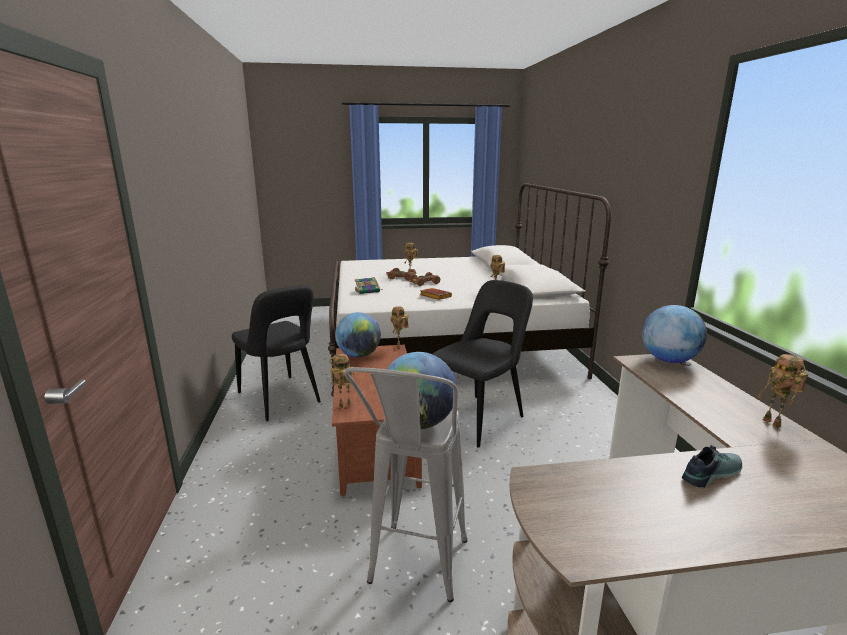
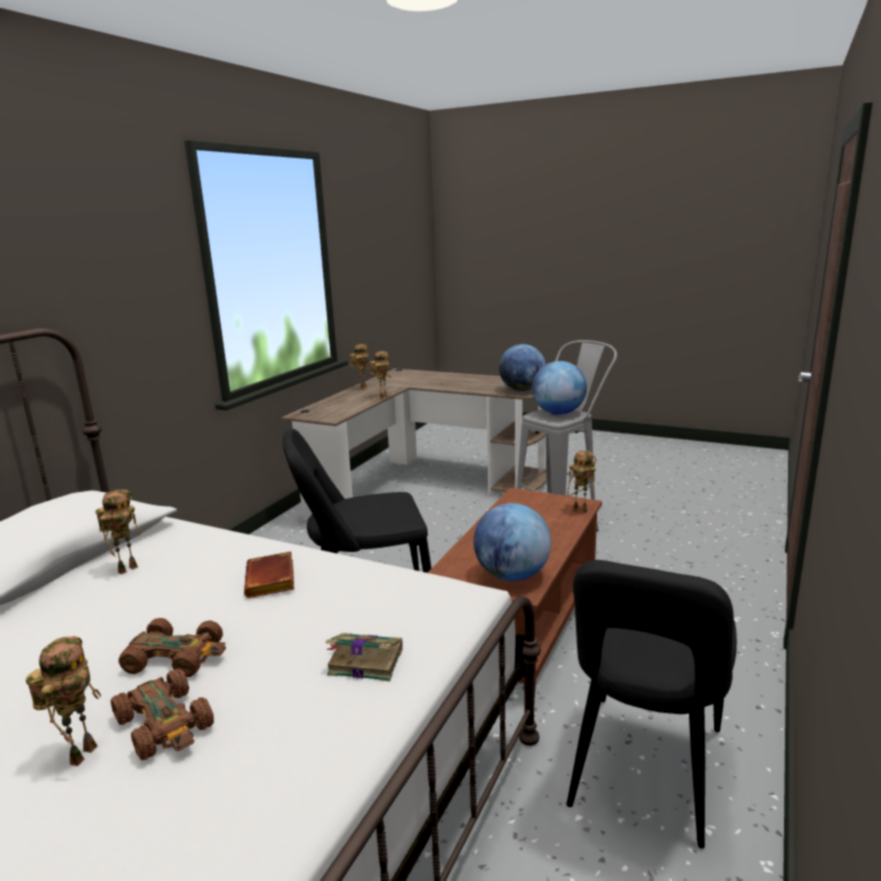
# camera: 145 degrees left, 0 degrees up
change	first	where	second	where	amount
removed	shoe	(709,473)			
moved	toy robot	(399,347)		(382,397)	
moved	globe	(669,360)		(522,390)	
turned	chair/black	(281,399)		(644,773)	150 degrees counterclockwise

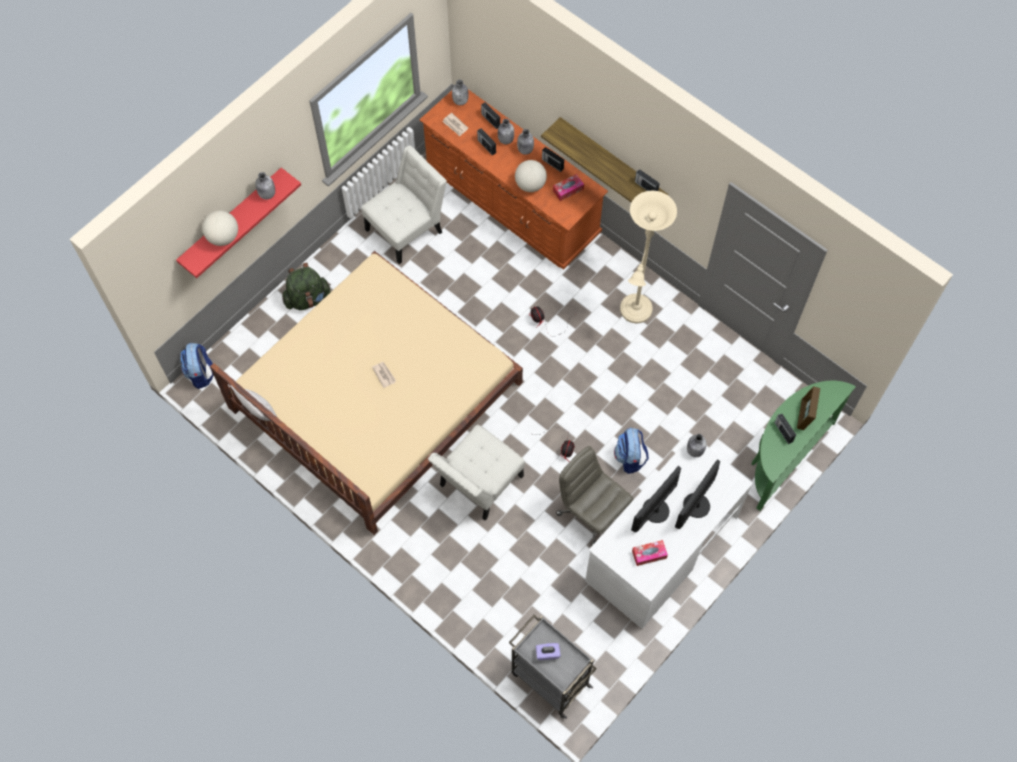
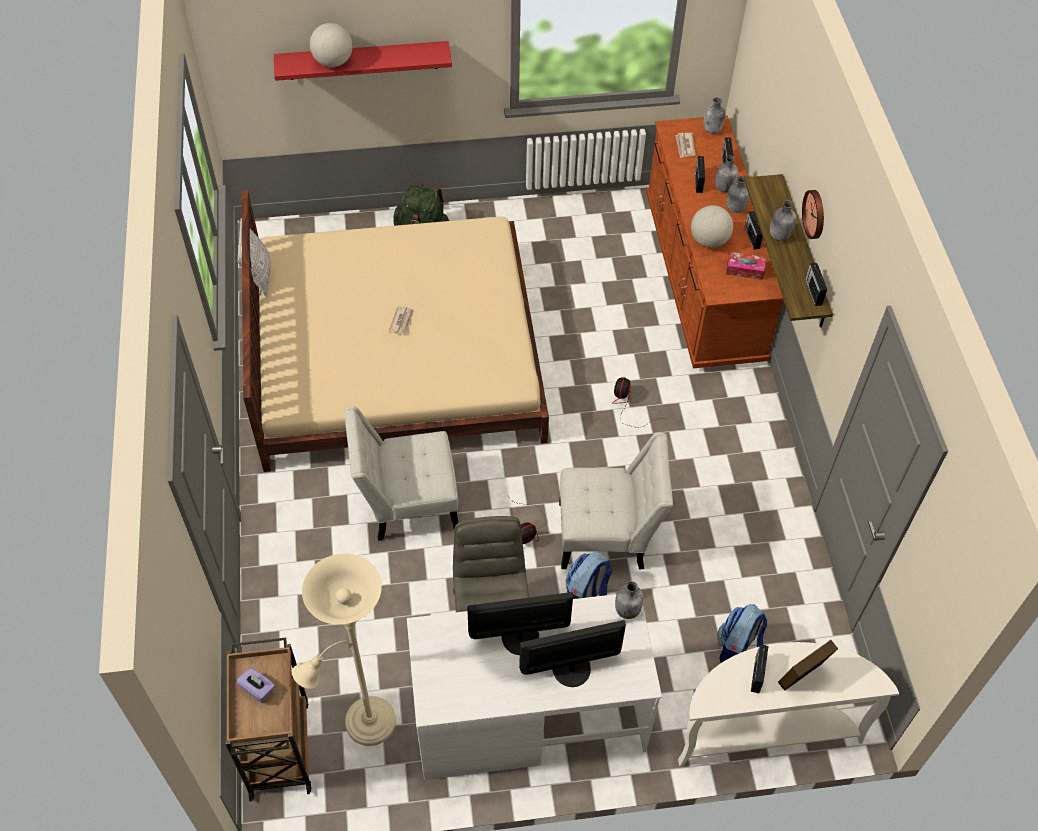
# camera: 40 degrees right, 10 degrees down
change	first	where	second	where	amount
removed	tissue box	(649,554)			
added			wall clock	(815,214)	
moved	backpack	(201,374)		(737,649)	
moved	bottle/grey	(267,194)		(779,235)	
moved	chair/white	(407,228)		(608,535)	
moved	floor lamp/beige	(635,313)		(364,725)	
recoloured	cart/grey	(549,678)	cart/brown	(279,746)	
recoloured	console table/green	(783,456)	console table/white	(765,730)	

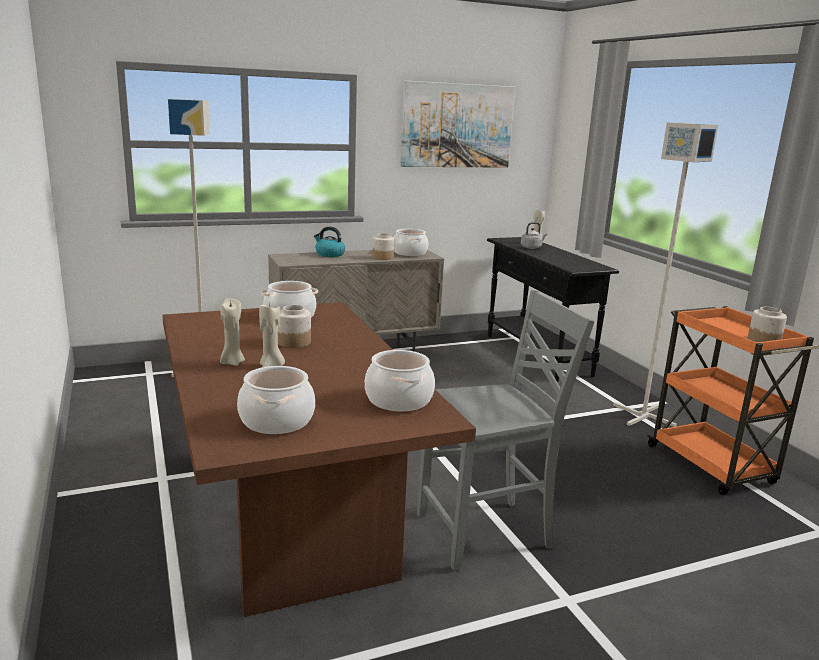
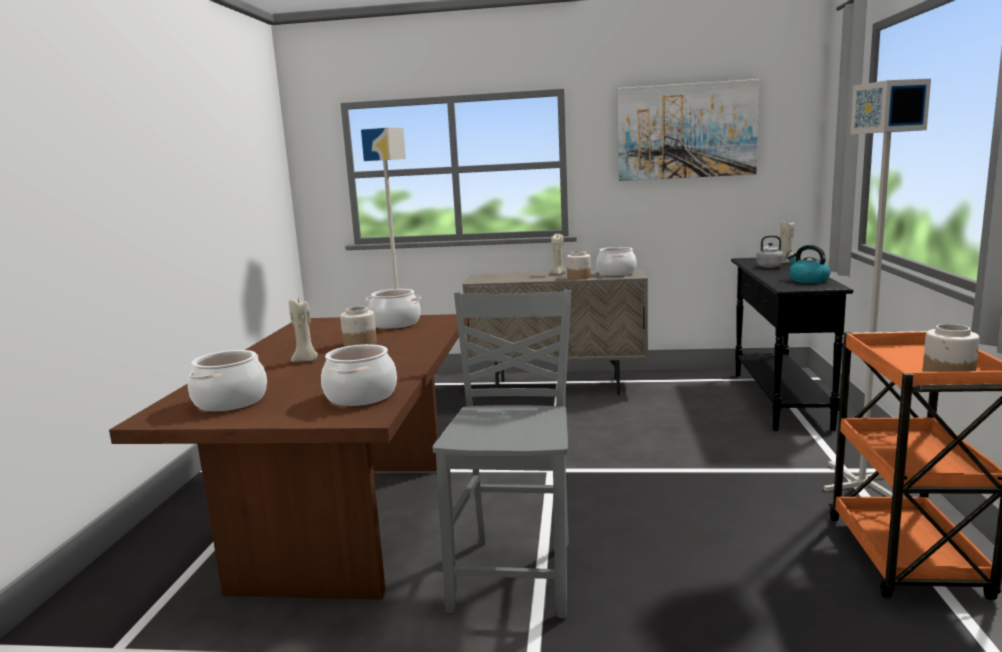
# camera: 30 degrees right, 5 degrees down
change	first	where	second	where	amount
moved	candle/beige	(232,362)		(557,274)	
moved	kettle	(329,254)		(808,280)	
turned	chair/grey	(487,533)		(517,574)	90 degrees counterclockwise

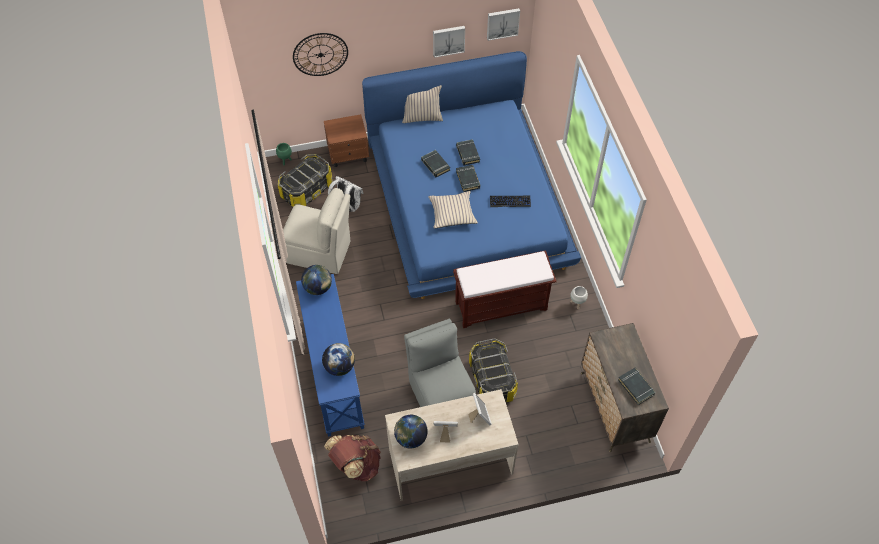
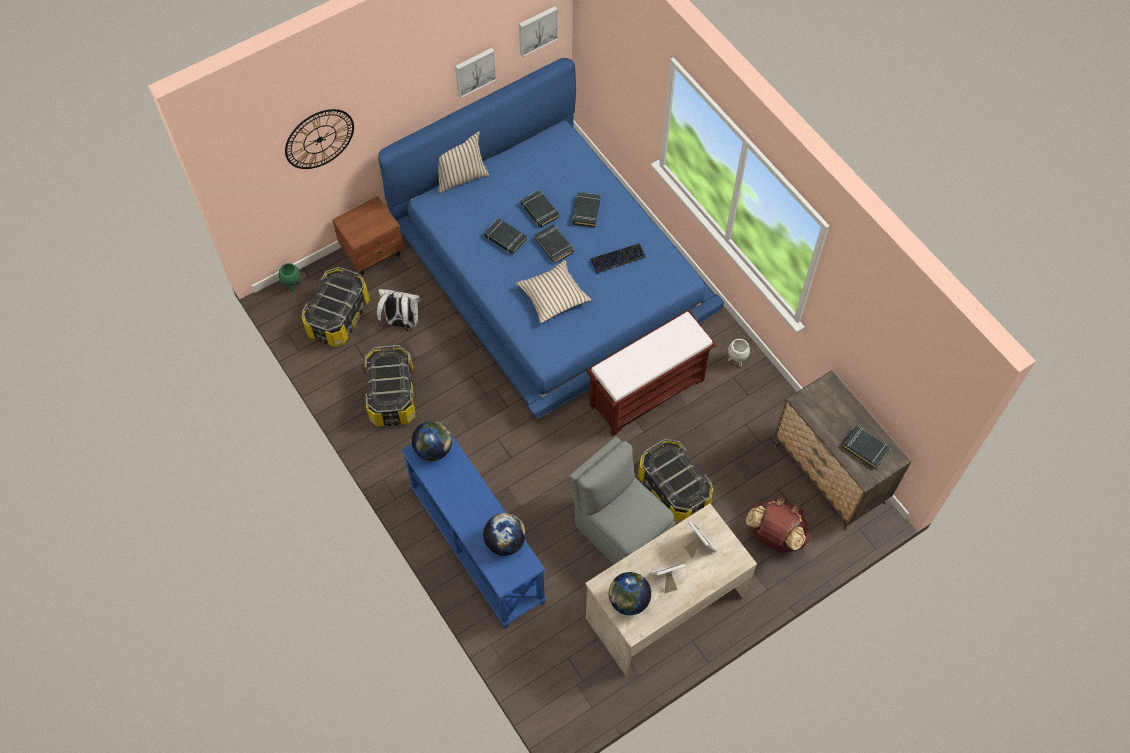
# camera: 20 degrees left, 5 degrees up
change	first	where	second	where	amount
added			book/black	(586,211)	
moved	backpack/brown	(356,465)		(774,535)	
replaced	chair/beige	(320,252)	storage box	(392,395)	

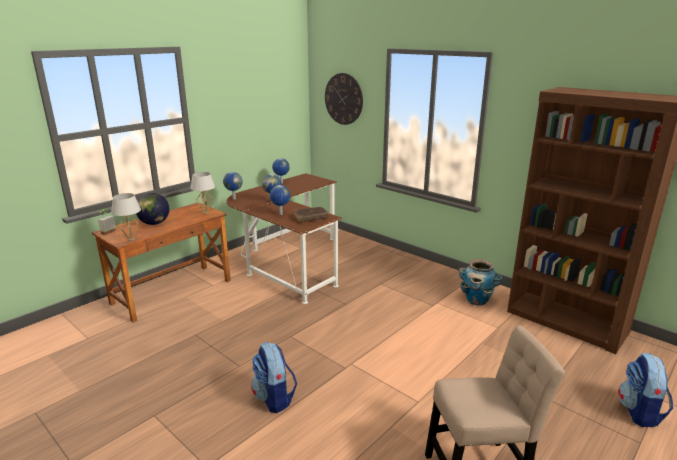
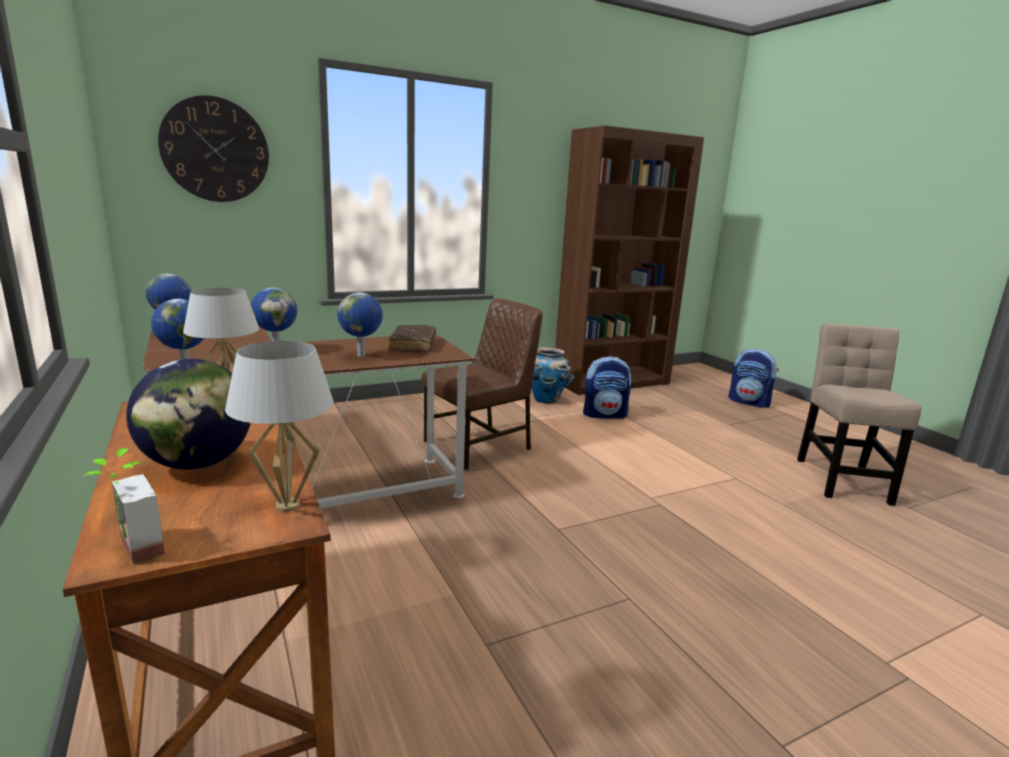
# camera: 70 degrees left, 5 degrees down
change	first	where	second	where	amount
added			chair/brown	(480,445)	
moved	backpack	(274,398)		(605,415)	

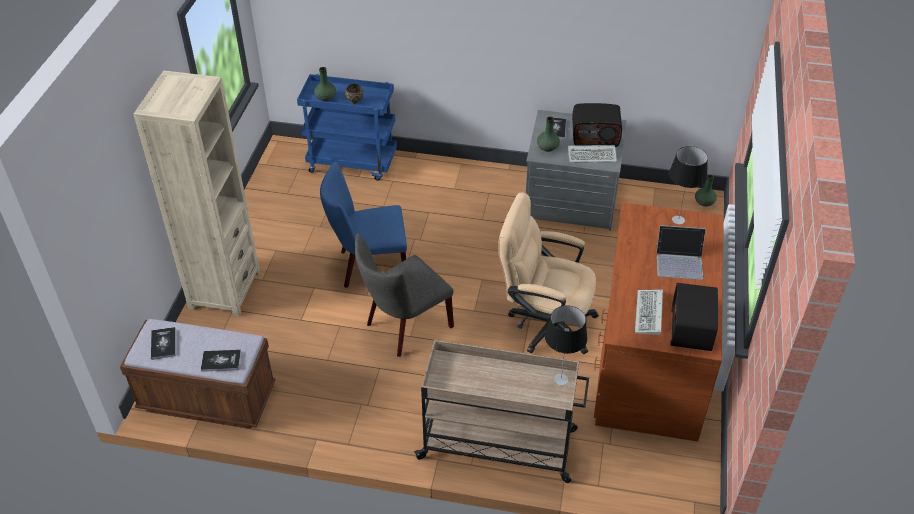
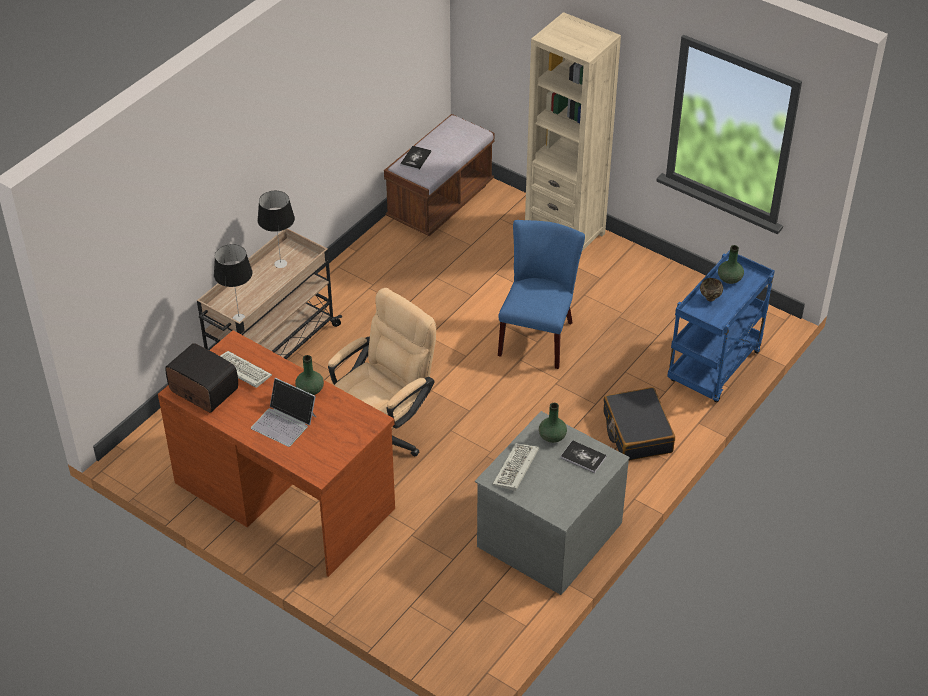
# camera: 115 degrees right, 0 degrees up
change	first	where	second	where	amount
removed	book	(163,344)			
removed	chair/grey	(404,327)			
removed	radio	(595,136)			
added			suitcase/black	(637,432)	
moved	table lamp	(678,219)		(280,264)	
moved	vase/green	(704,202)		(310,389)	
turned	laptop	(679,261)		(284,422)	90 degrees counterclockwise

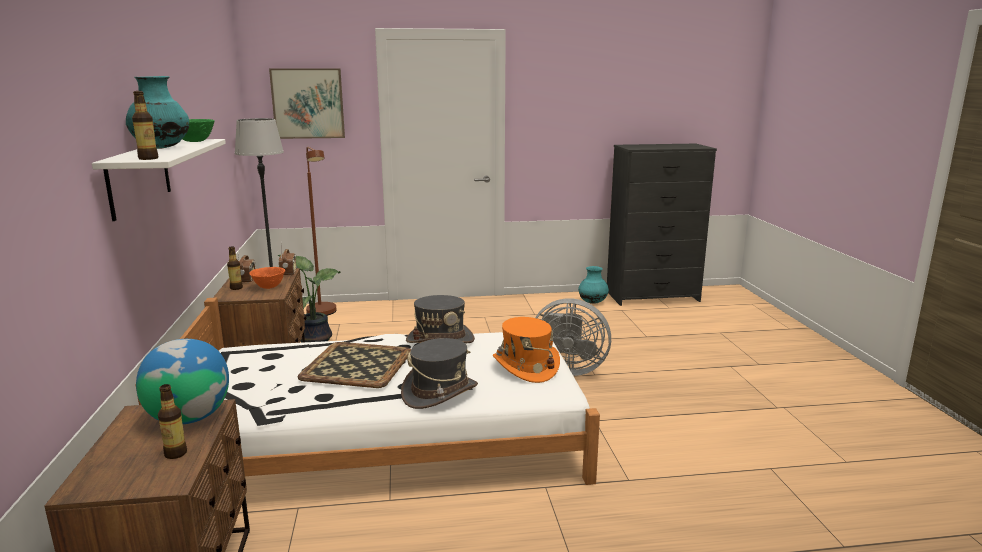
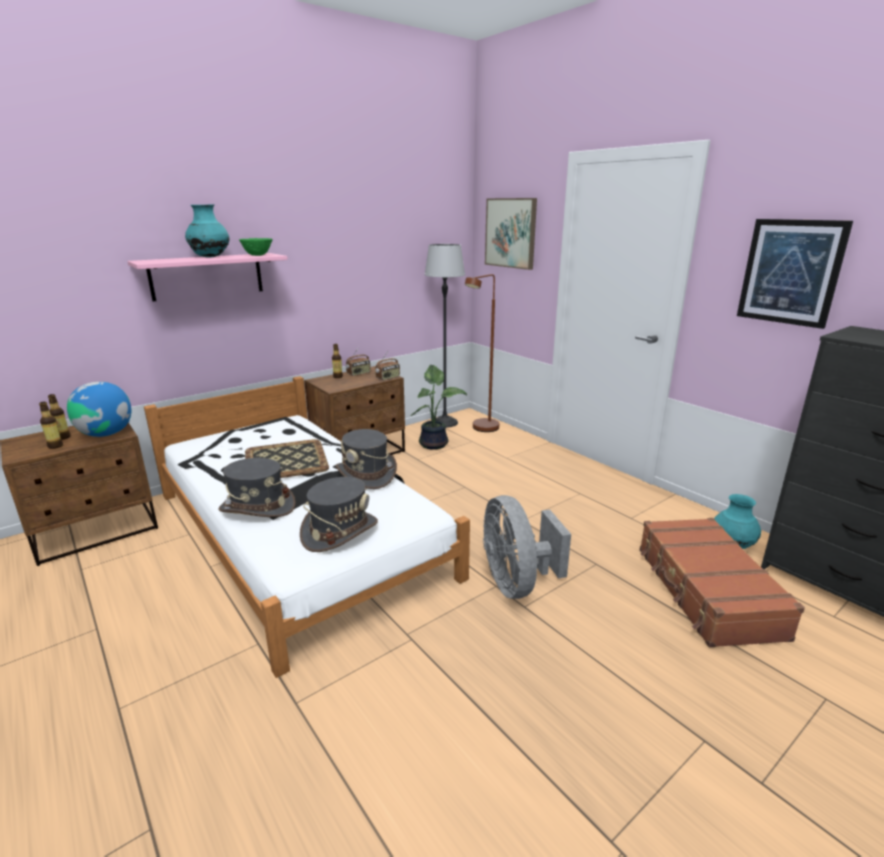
# camera: 60 degrees right, 5 degrees up
change	first	where	second	where	amount
removed	bowl/orange	(268,287)			
added			suitcase/brown	(706,592)	
added			picture	(790,272)	
moved	bottle	(148,158)		(63,437)	
recoloured	shelf/white	(139,177)	shelf/pink	(207,276)	
recoloured	hat/orange	(525,367)	hat/grey	(339,531)	

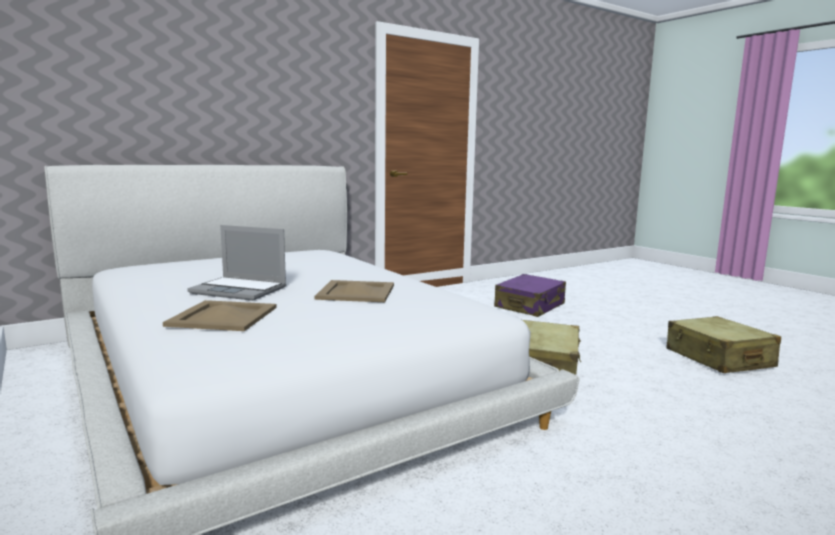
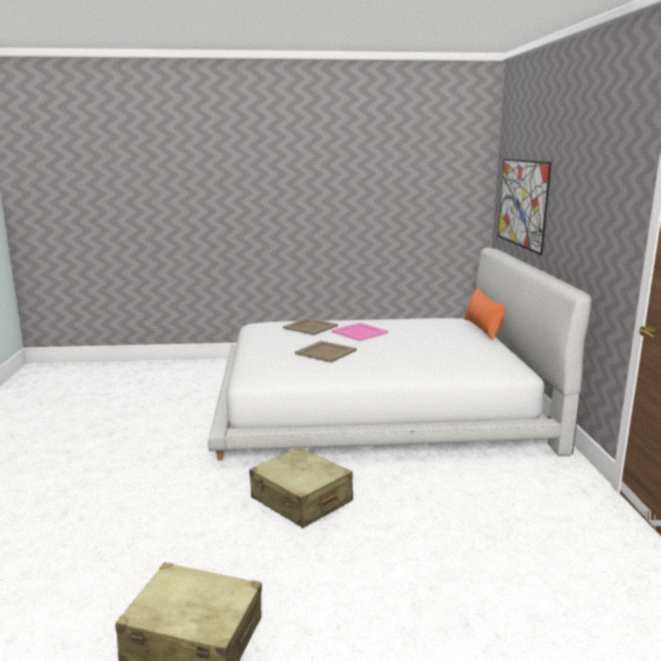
# camera: 120 degrees right, 5 degrees up
change	first	where	second	where	amount
removed	suitcase/purple	(530,306)			
added			pillow/orange	(483,329)	
added			picture	(522,203)	
replaced	laptop	(240,290)	tray/pink	(359,332)	

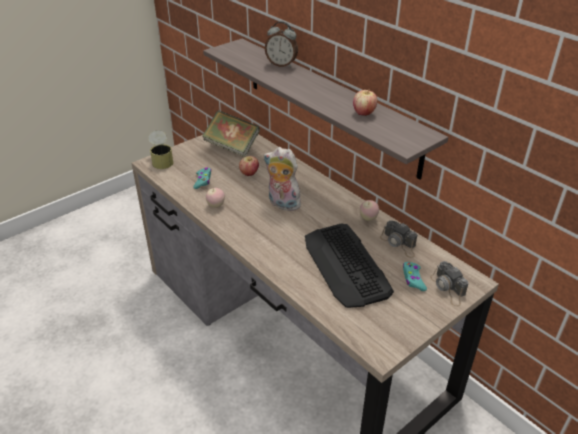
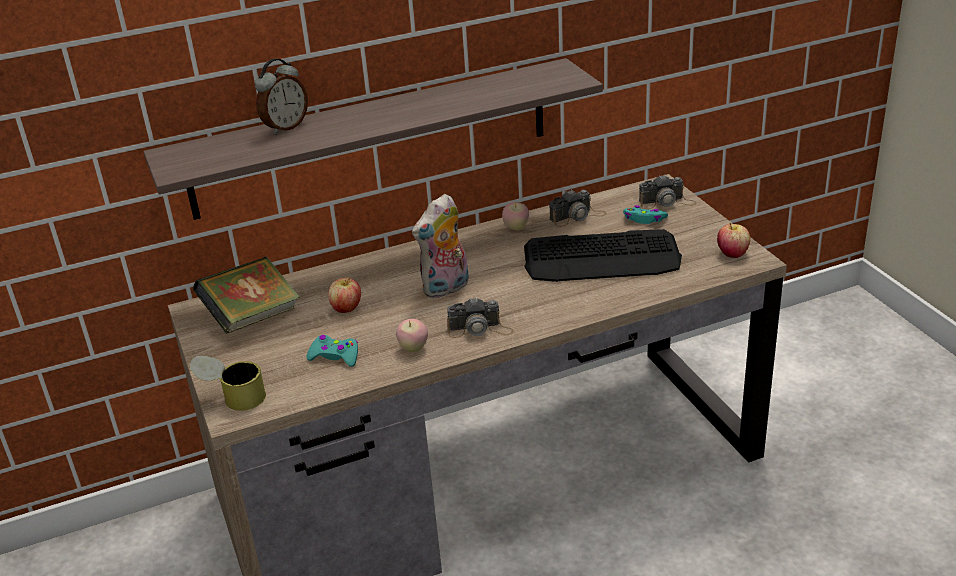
# camera: 70 degrees left, 5 degrees down
change	first	where	second	where	amount
added			photo camera	(480,329)	
moved	apple	(364,113)		(732,254)	

